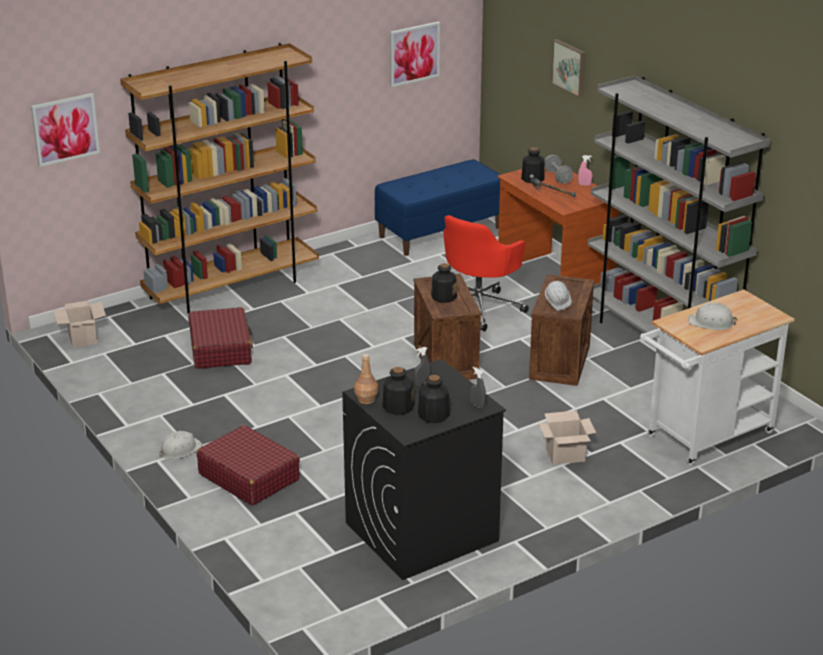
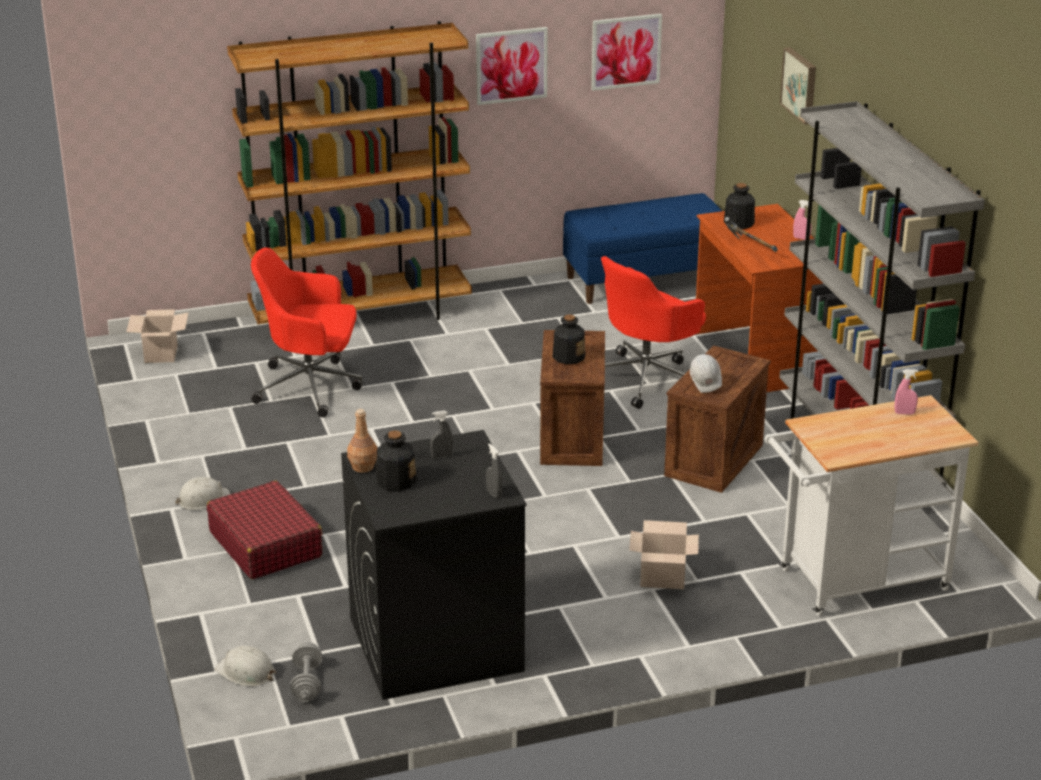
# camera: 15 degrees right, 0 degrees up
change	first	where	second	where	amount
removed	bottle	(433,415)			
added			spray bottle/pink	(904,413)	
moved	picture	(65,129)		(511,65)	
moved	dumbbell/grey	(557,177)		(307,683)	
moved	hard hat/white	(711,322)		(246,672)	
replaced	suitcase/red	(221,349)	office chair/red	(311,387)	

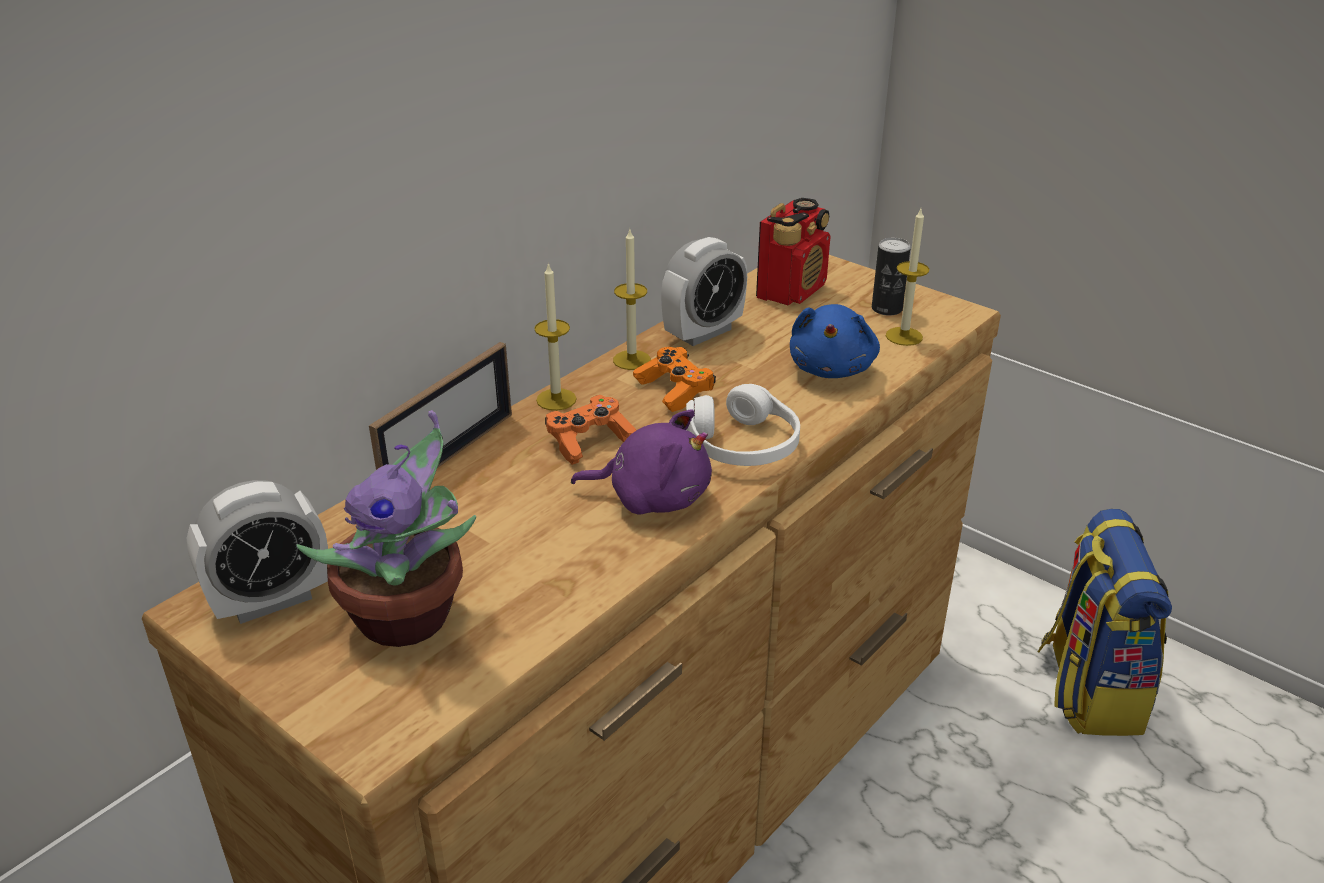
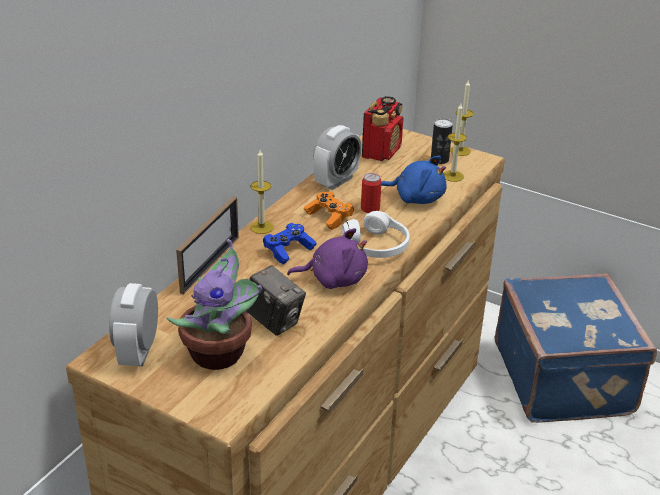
# camera: 10 degrees left, 0 degrees up
change	first	where	second	where	amount
added			photo camera	(274,321)	
added			can	(370,208)	
moved	candle	(631,360)		(460,151)	
replaced	backpack	(1088,688)	suitcase/blue	(565,378)	
recoloured	game controller/orange	(589,441)	game controller/blue	(288,250)	
turned	alarm clock	(271,600)		(138,352)	135 degrees clockwise
turned	plush toy/blue	(832,368)		(416,198)	75 degrees counterclockwise

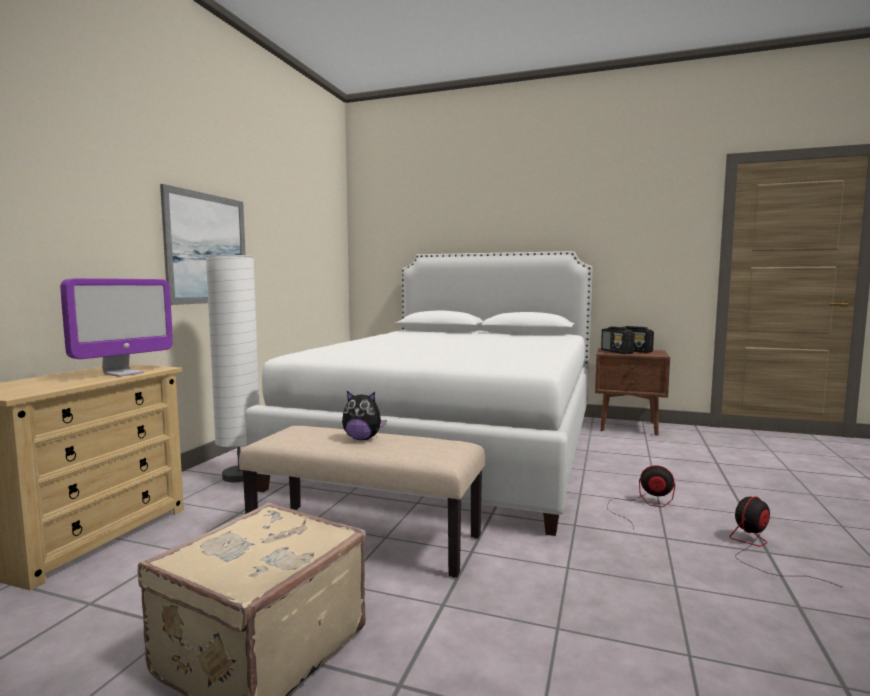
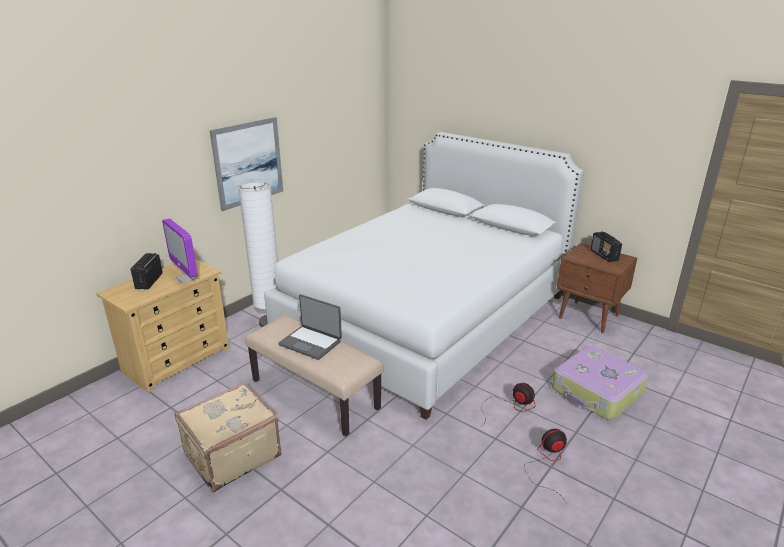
# camera: 20 degrees right, 20 degrees up
change	first	where	second	where	amount
added			suitcase	(597,392)	
moved	radio	(617,352)		(149,281)	
replaced	plush toy	(362,439)	laptop	(311,342)	
turned	monitor	(123,373)		(187,278)	90 degrees clockwise

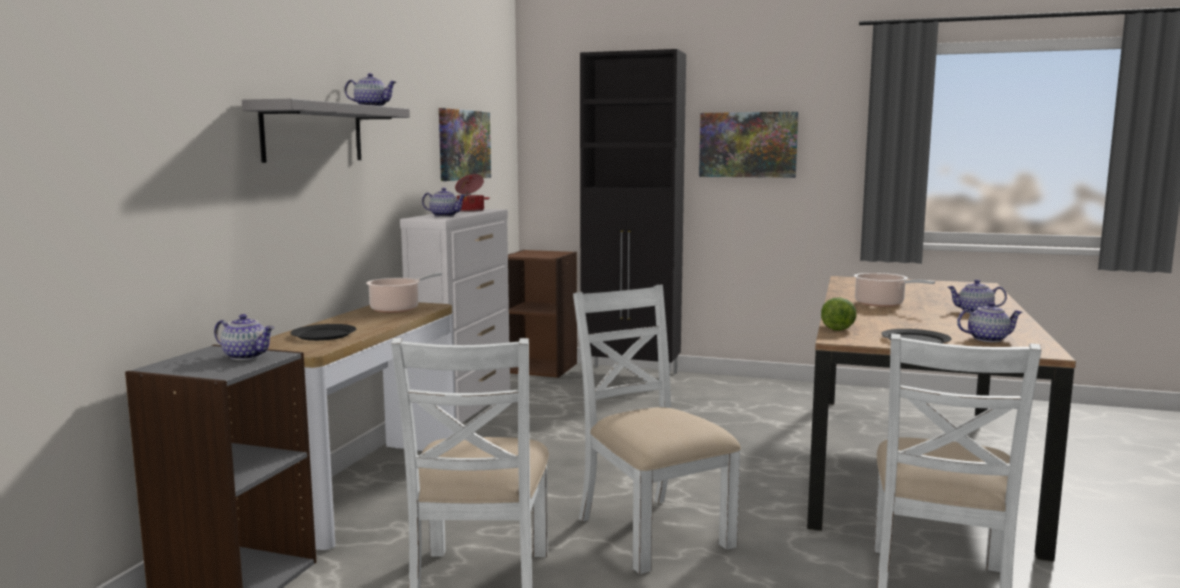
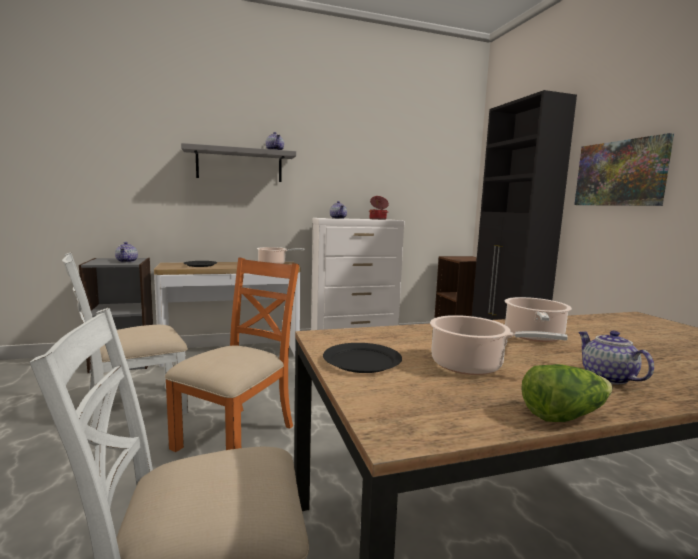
# camera: 55 degrees right, 0 degrees up
change	first	where	second	where	amount
removed	picture	(463,145)			
removed	teapot	(987,339)			
added			cooking pot	(472,366)	
moved	lettuce	(837,327)		(564,415)	
recoloured	chair/white	(651,531)	chair/orange	(237,436)	

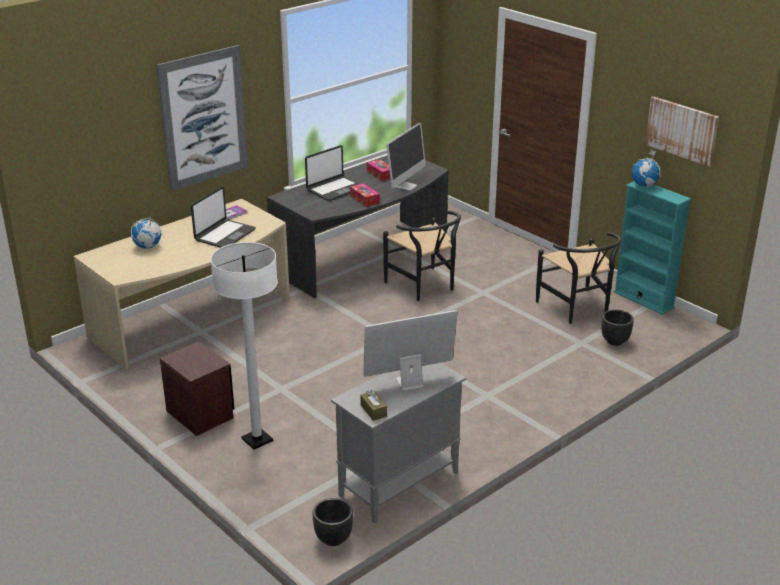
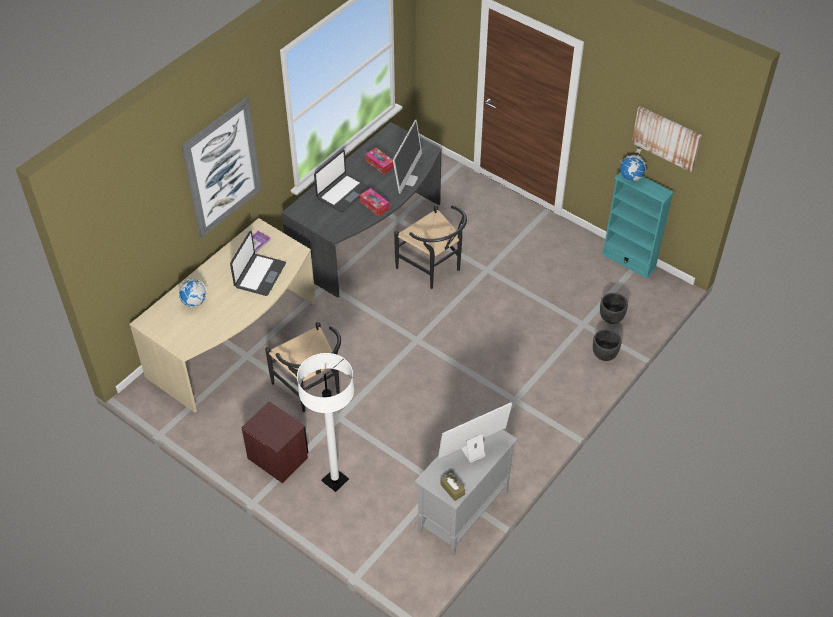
# camera: 10 degrees left, 20 degrees up
change	first	where	second	where	amount
moved	planter/black	(333,539)		(604,355)	
moved	chair/black	(577,309)		(311,389)	

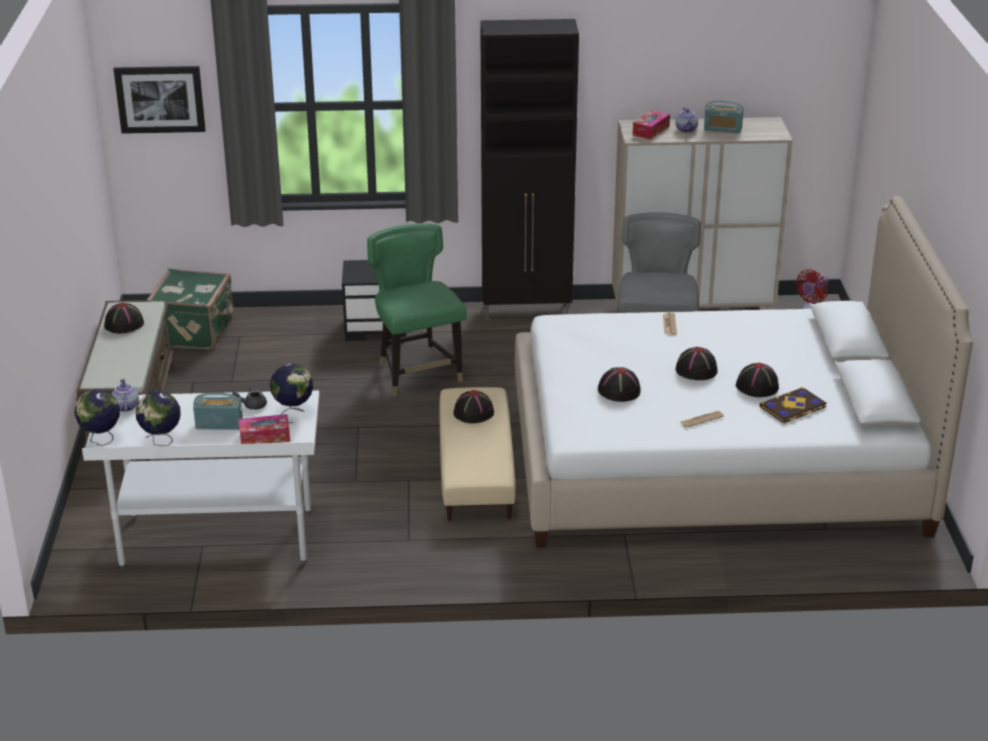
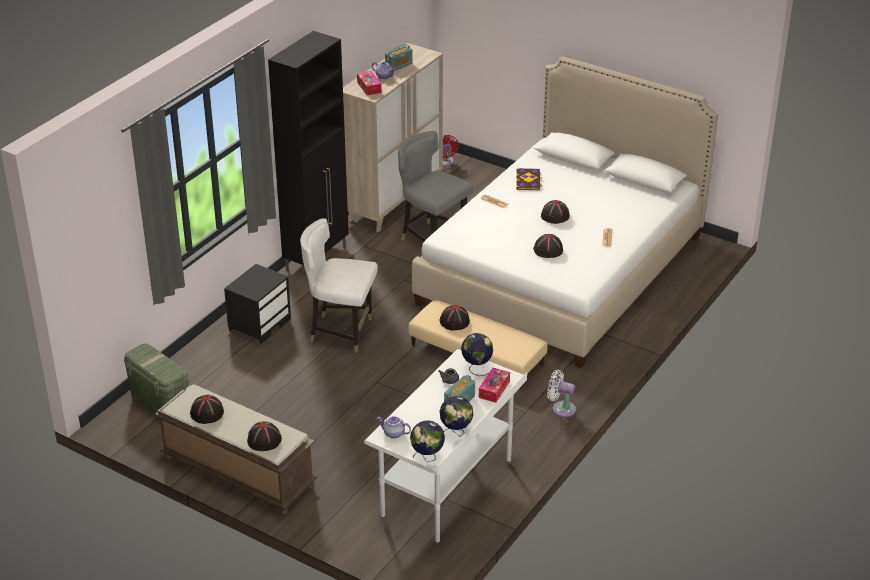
# camera: 55 degrees left, 5 degrees up
change	first	where	second	where	amount
removed	picture	(160,99)			
added			fan/white	(561,408)	
moved	hat/black	(757,387)		(264,440)	
moved	book	(793,407)		(528,180)	
replaced	suitcase/green	(195,331)	storage box/green	(160,404)	
recoloured	chair/green	(418,374)	chair/white	(341,332)	

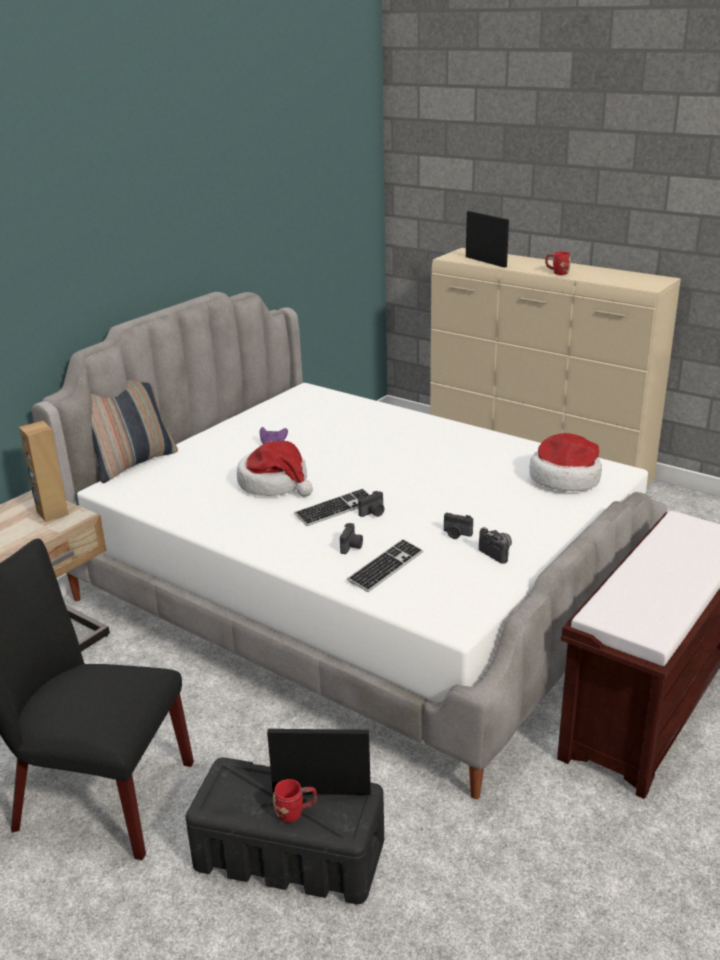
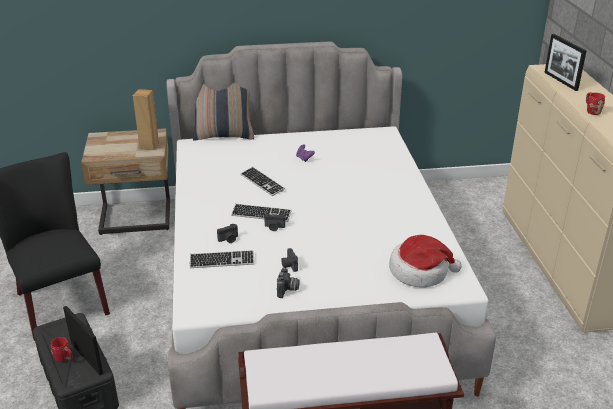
# camera: 45 degrees right, 5 degrees up
change	first	where	second	where	amount
replaced	hat	(275,483)	keyboard	(262,182)	
turned	picture frame	(485,262)		(560,81)	150 degrees clockwise

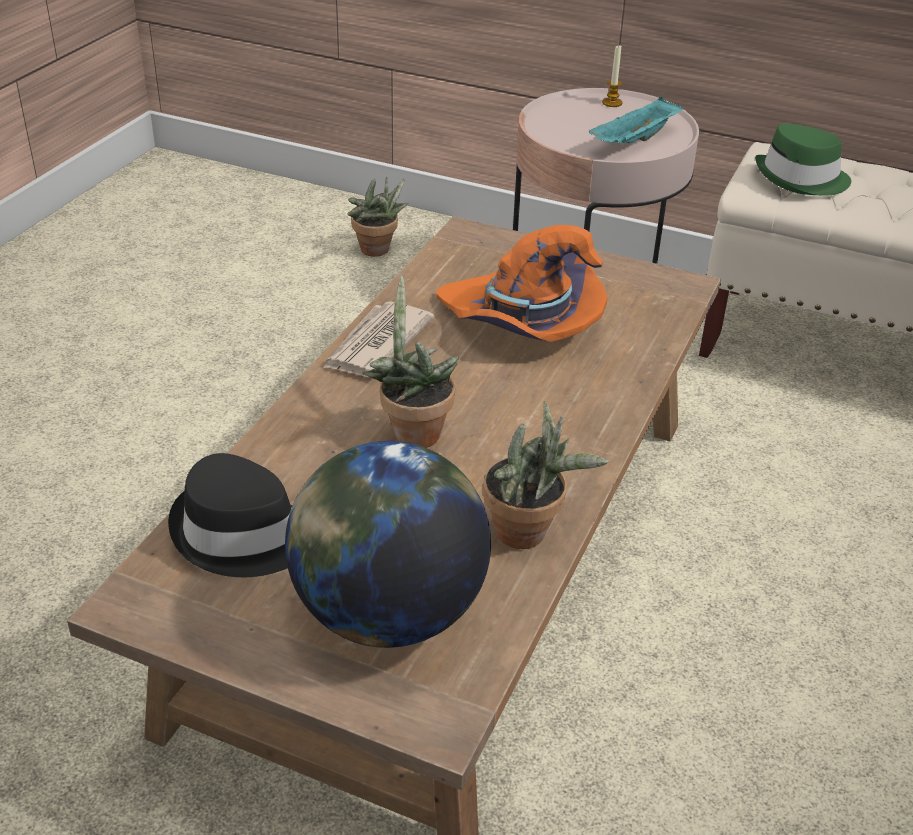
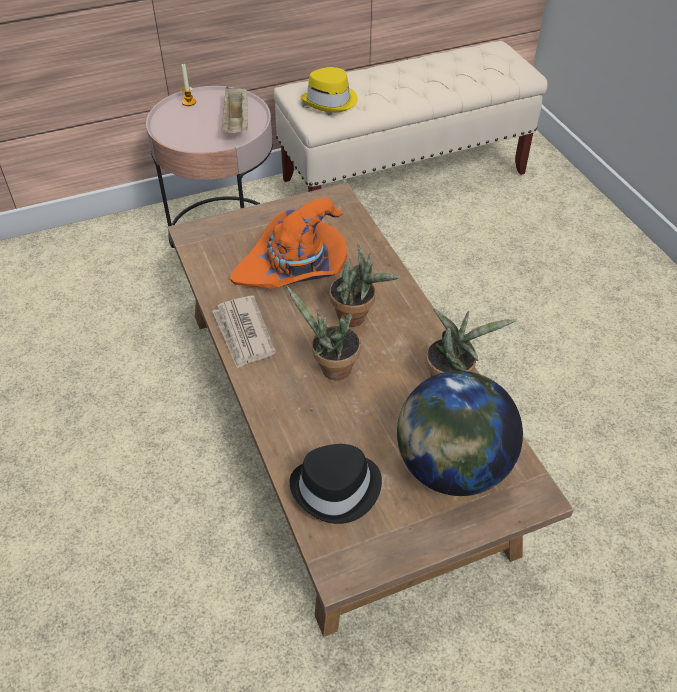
# camera: 45 degrees left, 10 degrees up
change	first	where	second	where	amount
moved	potted plant	(377,251)		(356,317)	
recoloured	tray/turquoise	(635,141)	tray/beige	(237,123)	
recoloured	hat/green	(801,179)	hat/yellow	(330,101)	

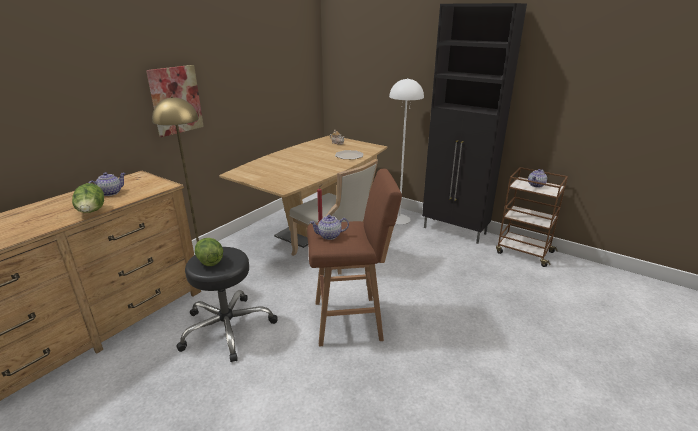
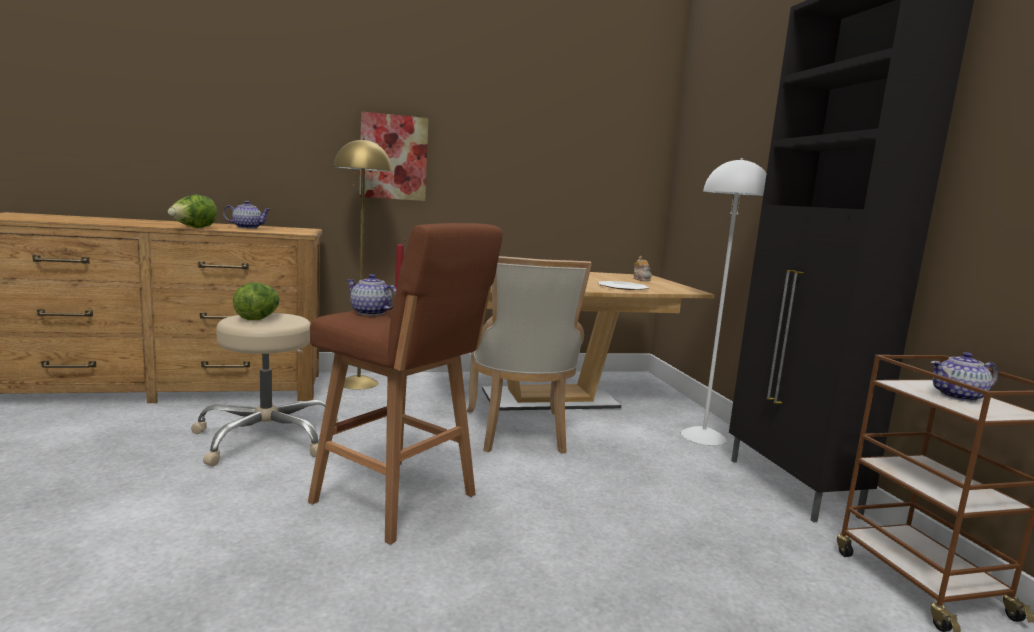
# camera: 40 degrees right, 15 degrees down
change	first	where	second	where	amount
recoloured	stool/black	(227,328)	stool/beige	(266,437)	

